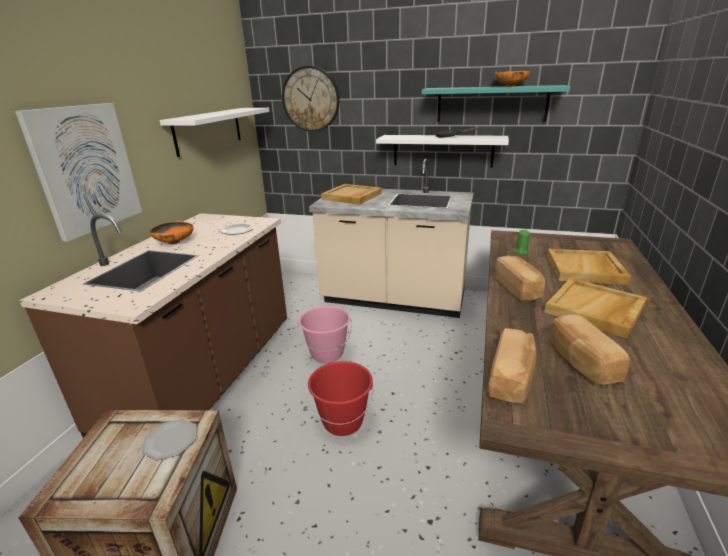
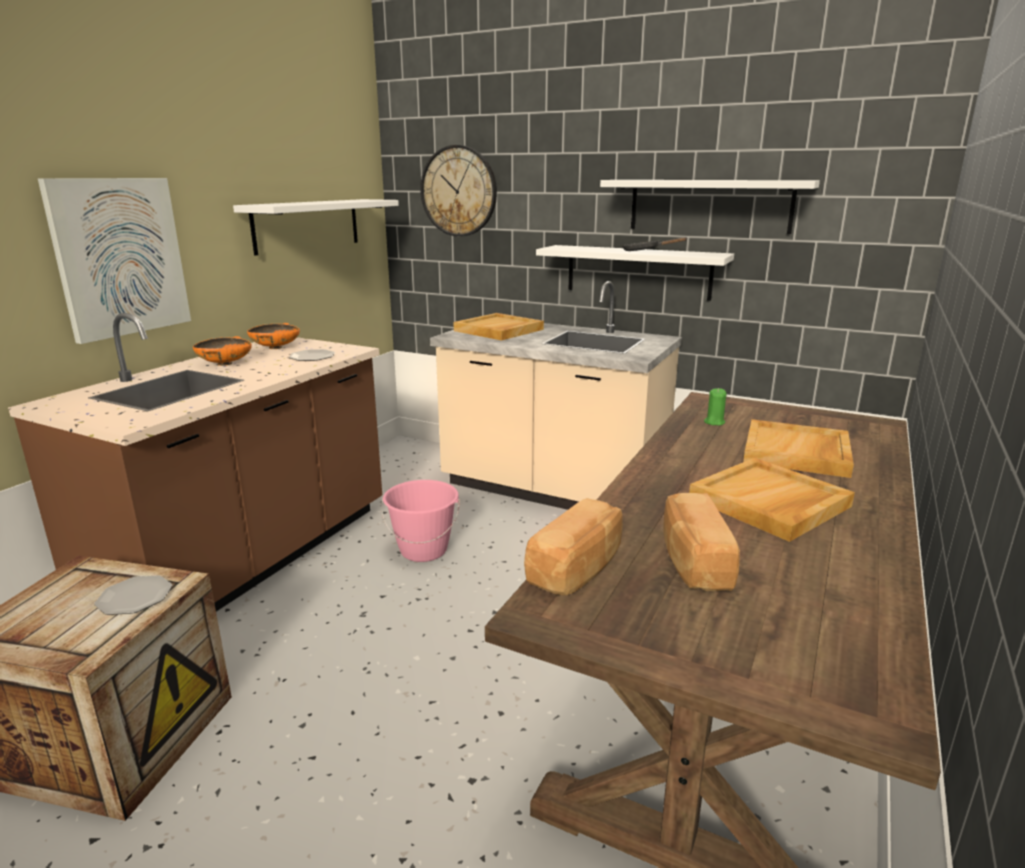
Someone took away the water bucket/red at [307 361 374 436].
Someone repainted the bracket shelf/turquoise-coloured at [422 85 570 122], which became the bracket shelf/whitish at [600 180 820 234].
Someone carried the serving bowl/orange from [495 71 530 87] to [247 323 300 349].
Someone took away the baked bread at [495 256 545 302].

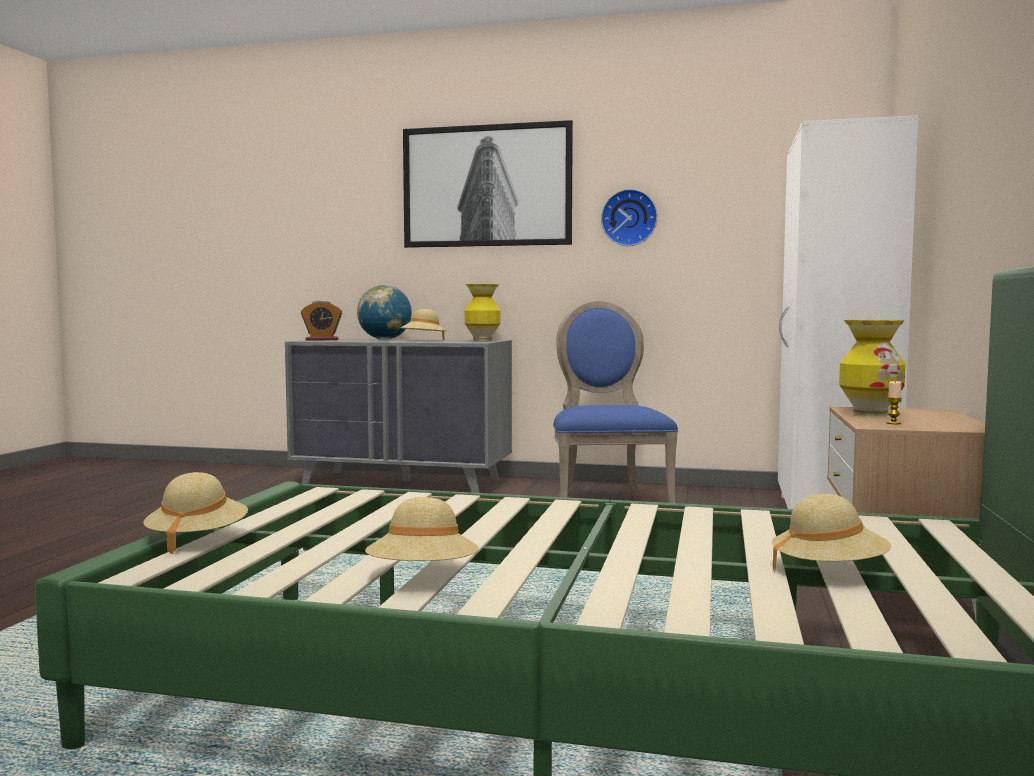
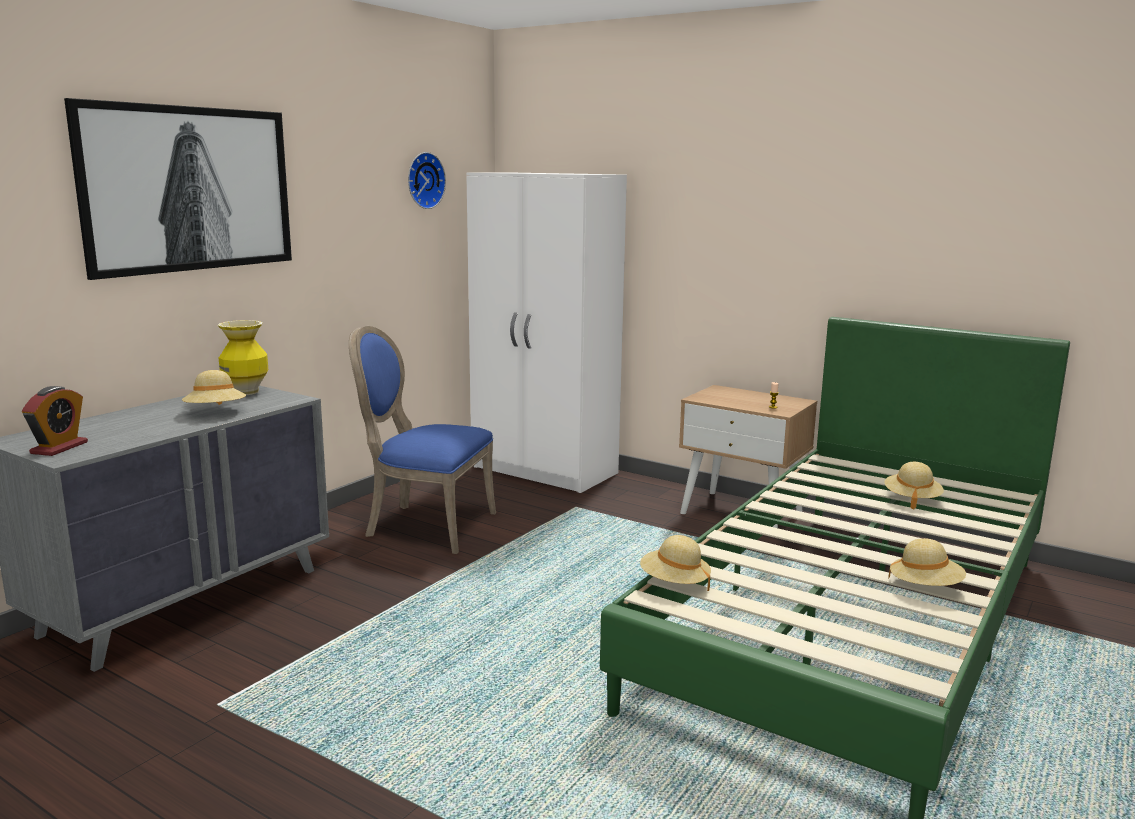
Someone carried the hat/beige from [143 472 248 554] to [640 535 711 591].
Someone took away the globe at [357 285 412 340].
Someone carried the wall clock from [601 189 658 246] to [408 152 446 209].
Someone took away the vase at [839 320 905 416].

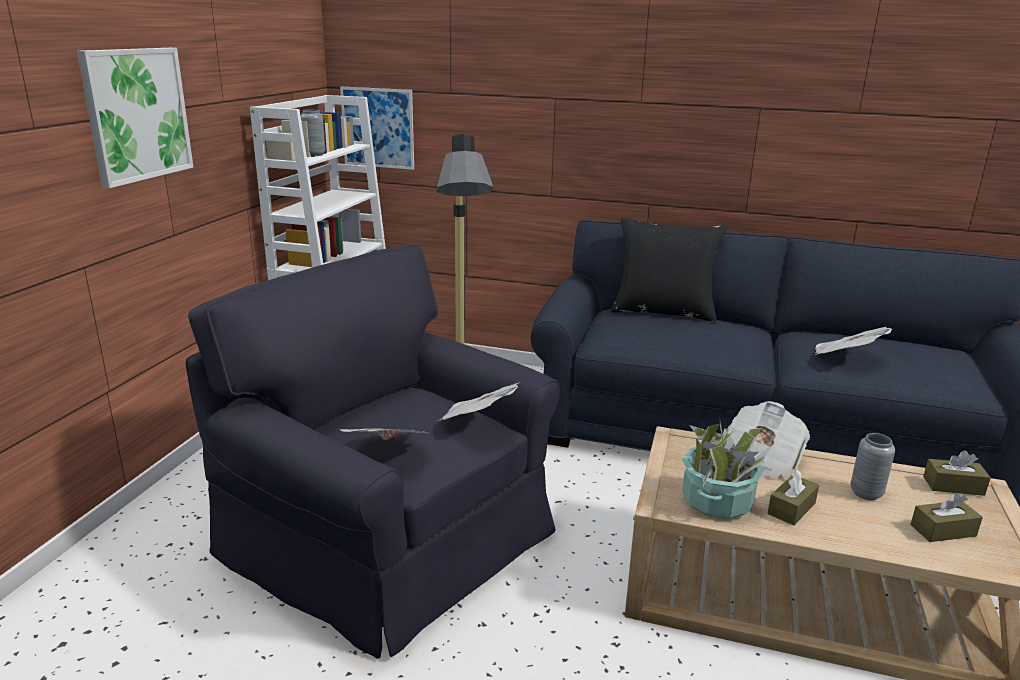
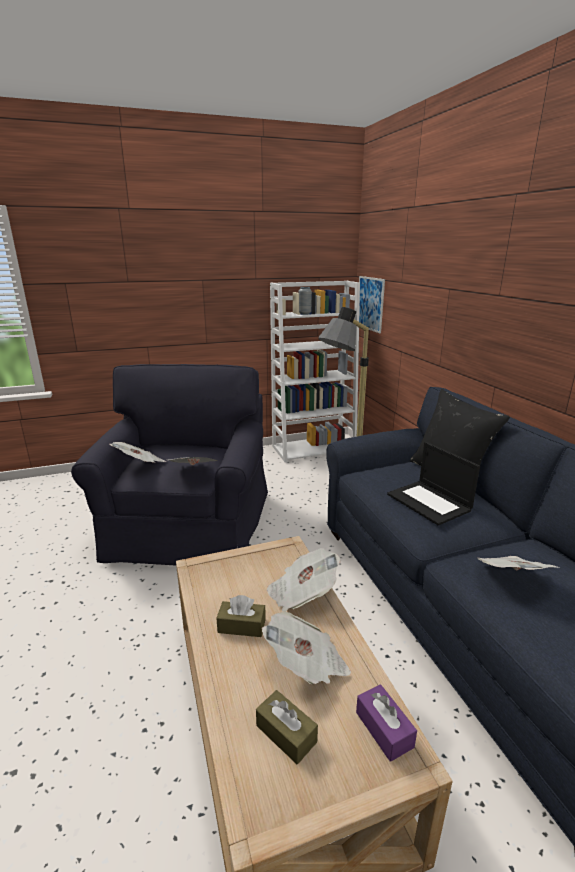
Someone took away the wall picture at [77 48 193 188].
Someone took away the plant in a pot at [682 415 774 519].
Someone swapped the vase/greyish at [850 433 895 500] for the daily paper at [262 612 351 685].
Someone repainted the tissue box/brown-coloured at [923 450 991 496], which became the tissue box/purple at [356 684 417 762].
Someone put down the notebook computer at [387 442 480 526].

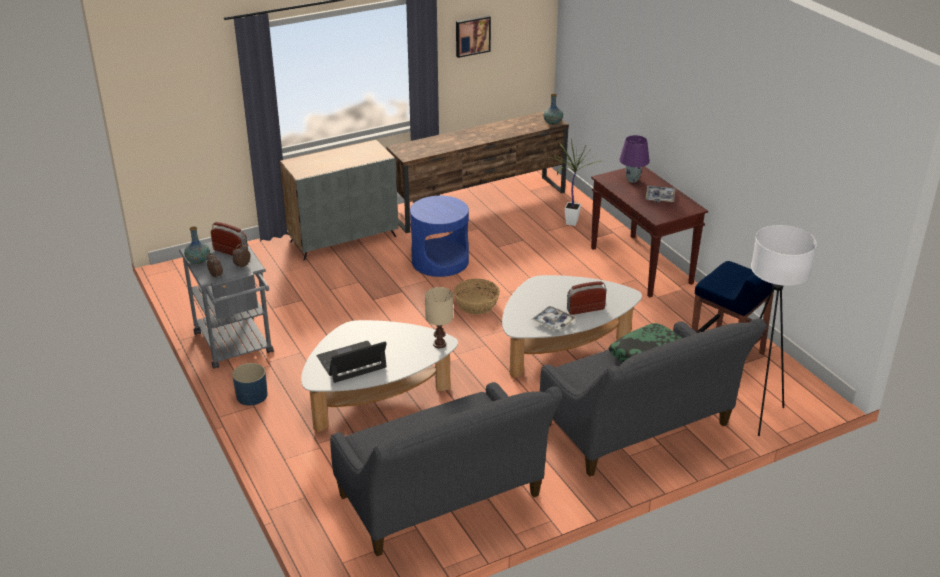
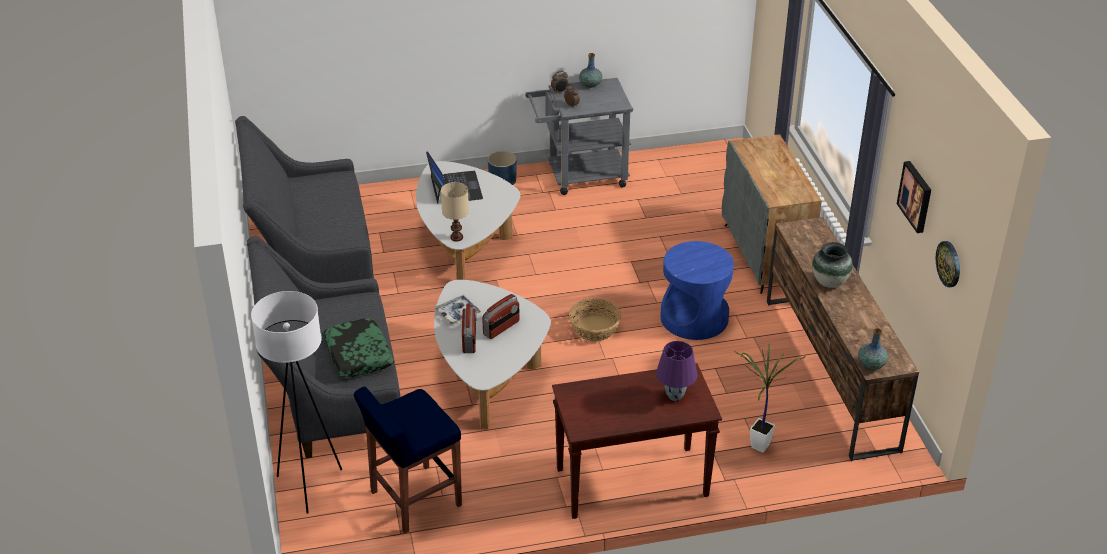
Someone carried the radio set from [211 222 248 256] to [482 294 520 339].
Someone took away the tray at [646 186 675 203].
Someone put down the vase at [812 242 853 288].
Someone put up the wall clock at [936 241 960 287].

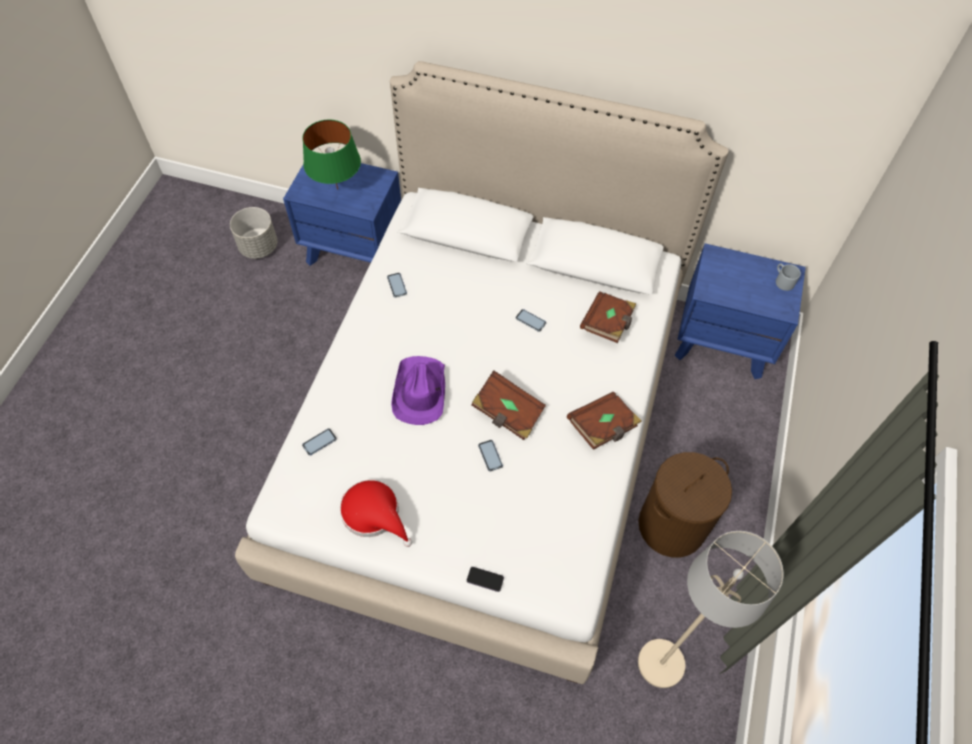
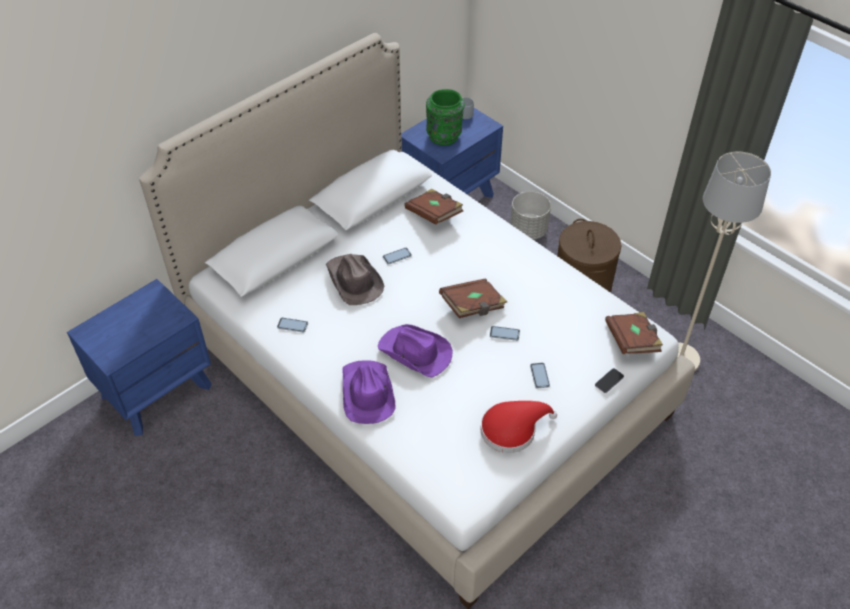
Someone carried the planter/greyish from [230 207 277 259] to [510 191 551 240].
Someone took away the tabletop lamp/green-coloured at [302 120 361 190].
Someone carried the telephone from [302 428 337 456] to [530 363 550 389].
Someone carried the bound book/brown-coloured from [567 392 642 450] to [605 312 663 354].
Someone put down the hat/brown-coloured at [326 254 384 305].
Someone put down the hat/purple at [342 360 395 424].
Someone put down the vase/green-coloured at [426 89 465 145].

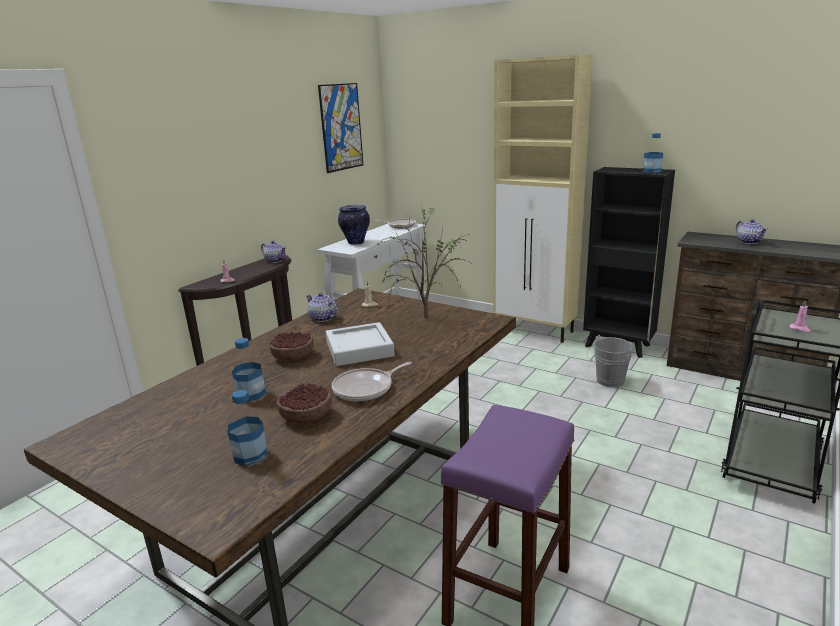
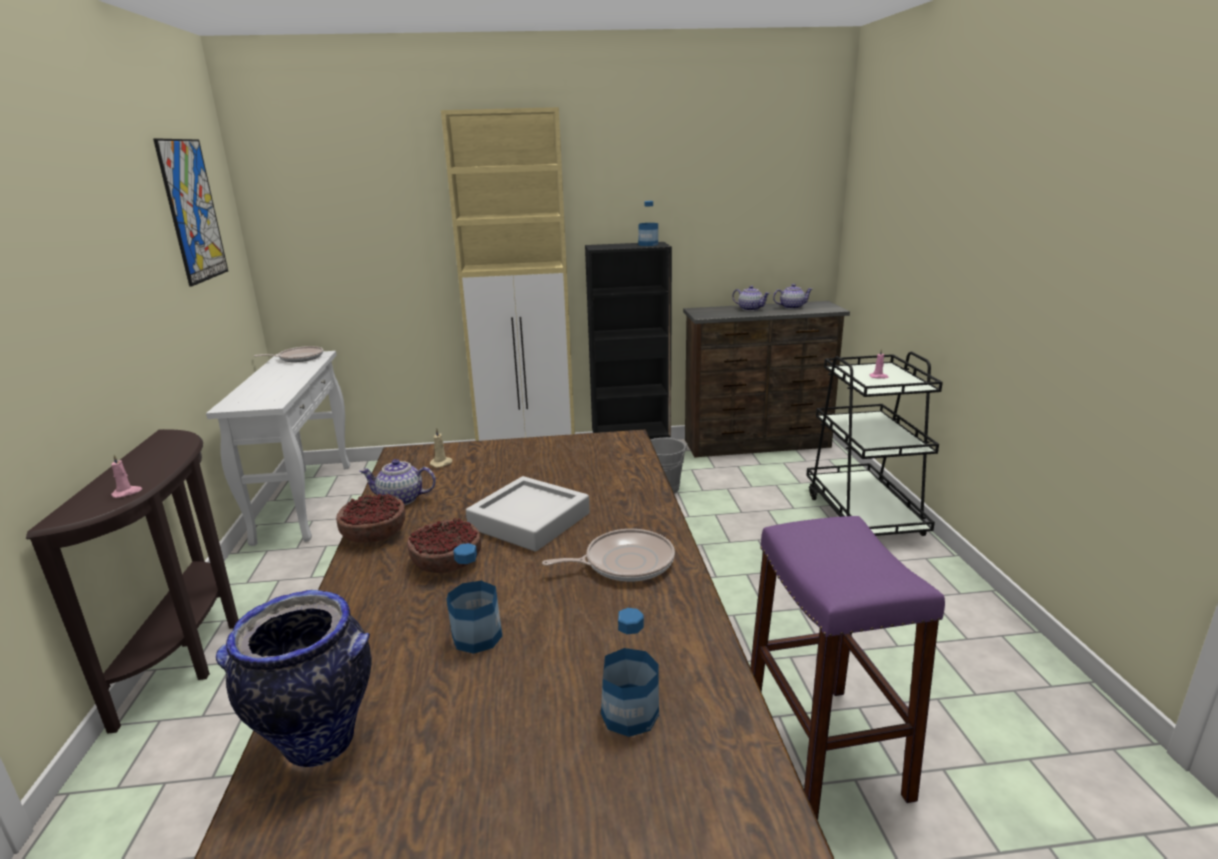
Someone carried the tea pot from [261 241 286 263] to [773 284 812 309].
Someone carried the serving bowl from [277 383 332 424] to [336 494 405 543].
Someone rotated the frying pan at [332 362 412 402] by 120 degrees counterclockwise.
Someone carried the vase from [338 205 370 245] to [216 590 371 767].
Someone took away the plant in a pot at [376 203 475 319].

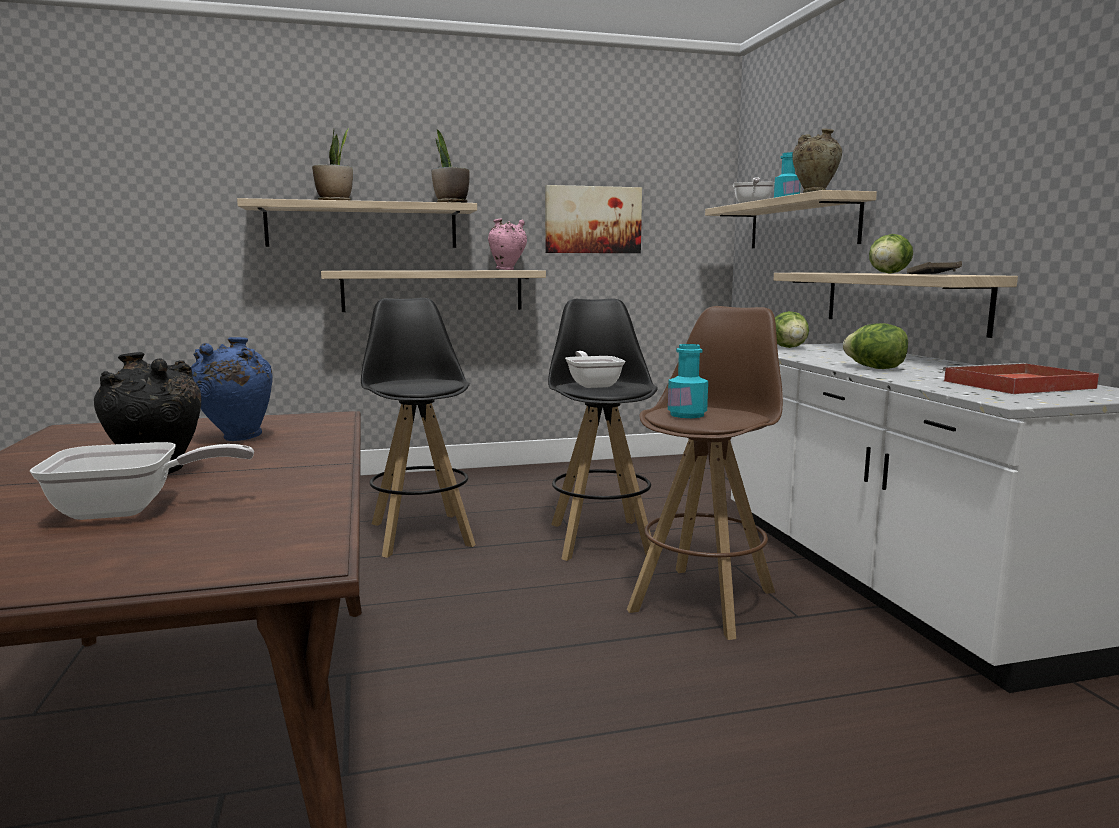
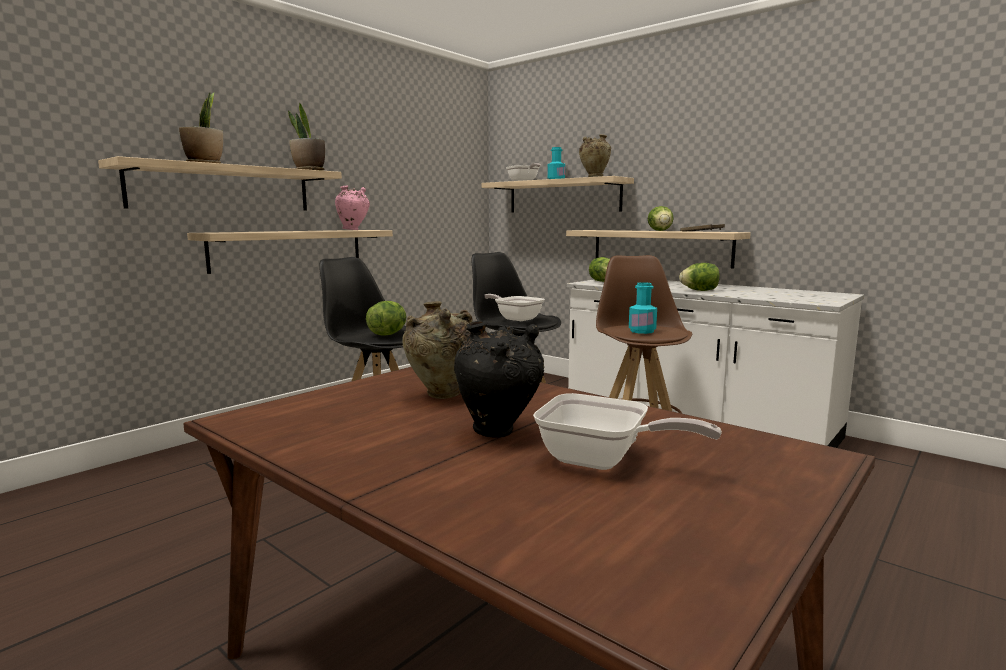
Someone rotated the frying pan at [30 442 254 520] by 75 degrees clockwise.
Someone repainted the vase/blue-coloured at [191 337 273 441], which became the vase/beige at [403 301 473 399].
Someone took away the wall picture at [545 185 642 253].
Someone took away the tray/red at [943 363 1099 394].
Someone put down the lettuce at [366 301 407 336].

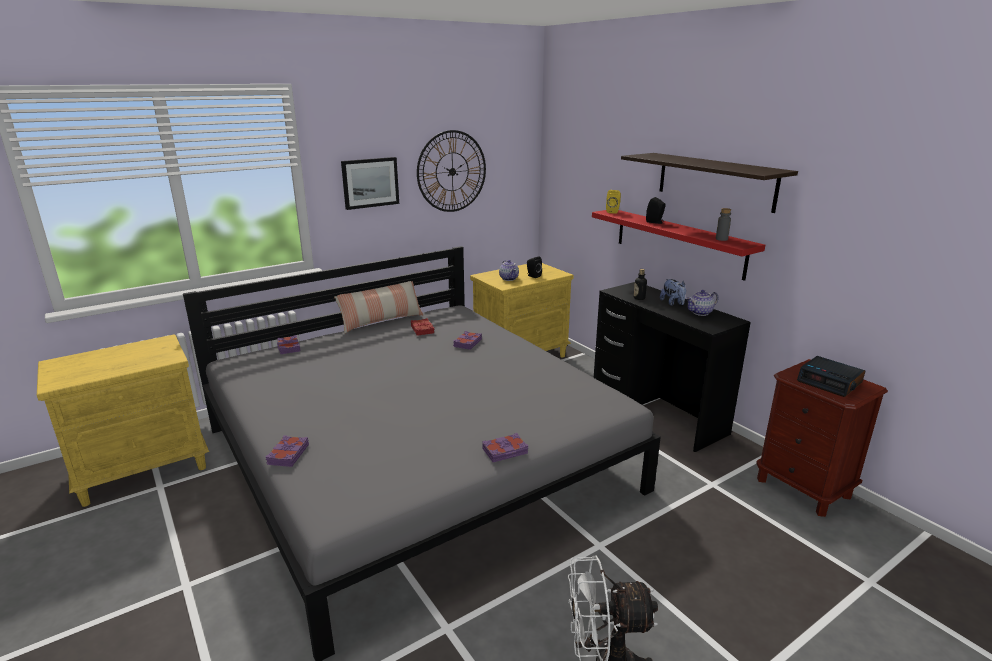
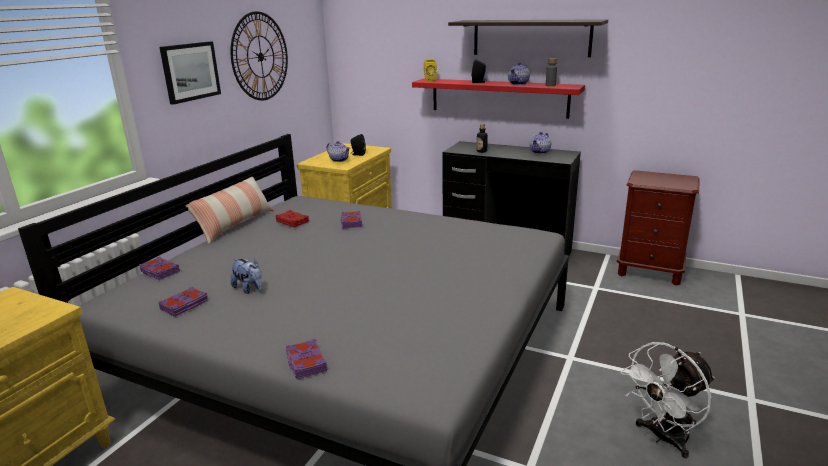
Someone carried the bound book/purple from [482 433 528 462] to [159 287 208 317].
Someone carried the plush toy from [660 279 686 306] to [231 259 262 294].
Someone took away the alarm clock at [797 356 866 397].
Someone put down the tea pot at [508 62 530 85].

